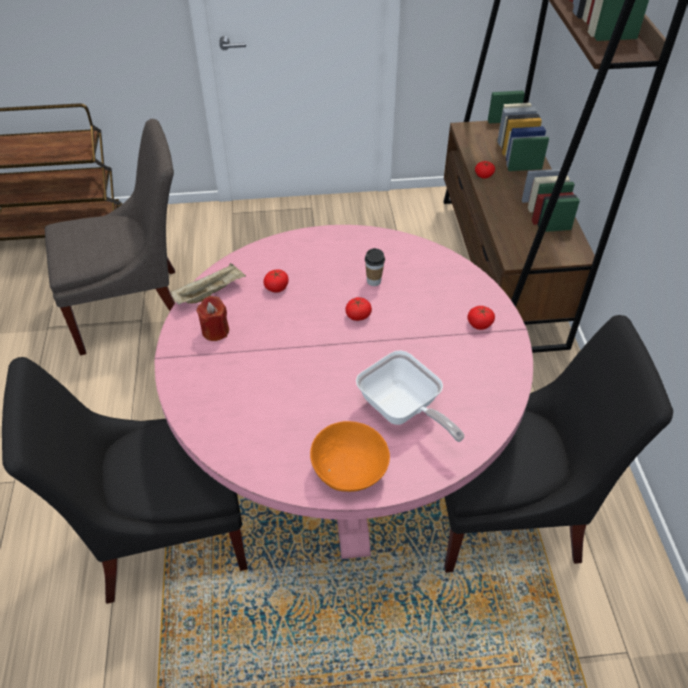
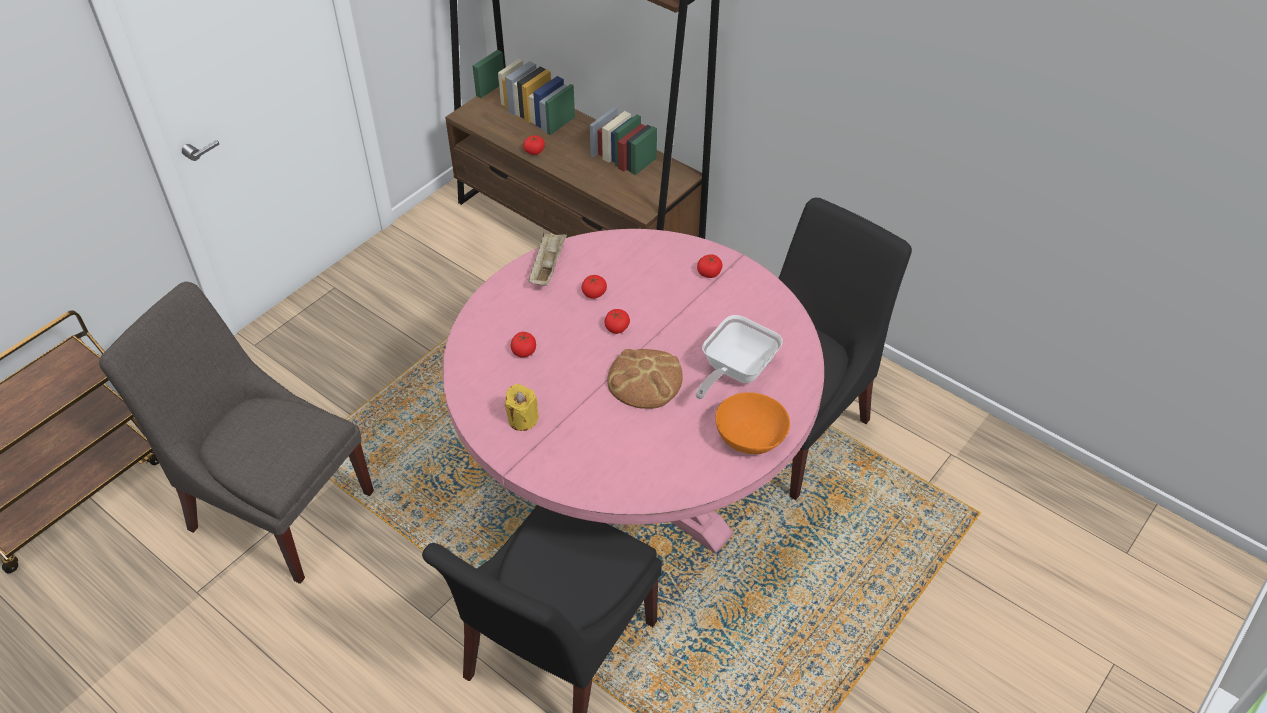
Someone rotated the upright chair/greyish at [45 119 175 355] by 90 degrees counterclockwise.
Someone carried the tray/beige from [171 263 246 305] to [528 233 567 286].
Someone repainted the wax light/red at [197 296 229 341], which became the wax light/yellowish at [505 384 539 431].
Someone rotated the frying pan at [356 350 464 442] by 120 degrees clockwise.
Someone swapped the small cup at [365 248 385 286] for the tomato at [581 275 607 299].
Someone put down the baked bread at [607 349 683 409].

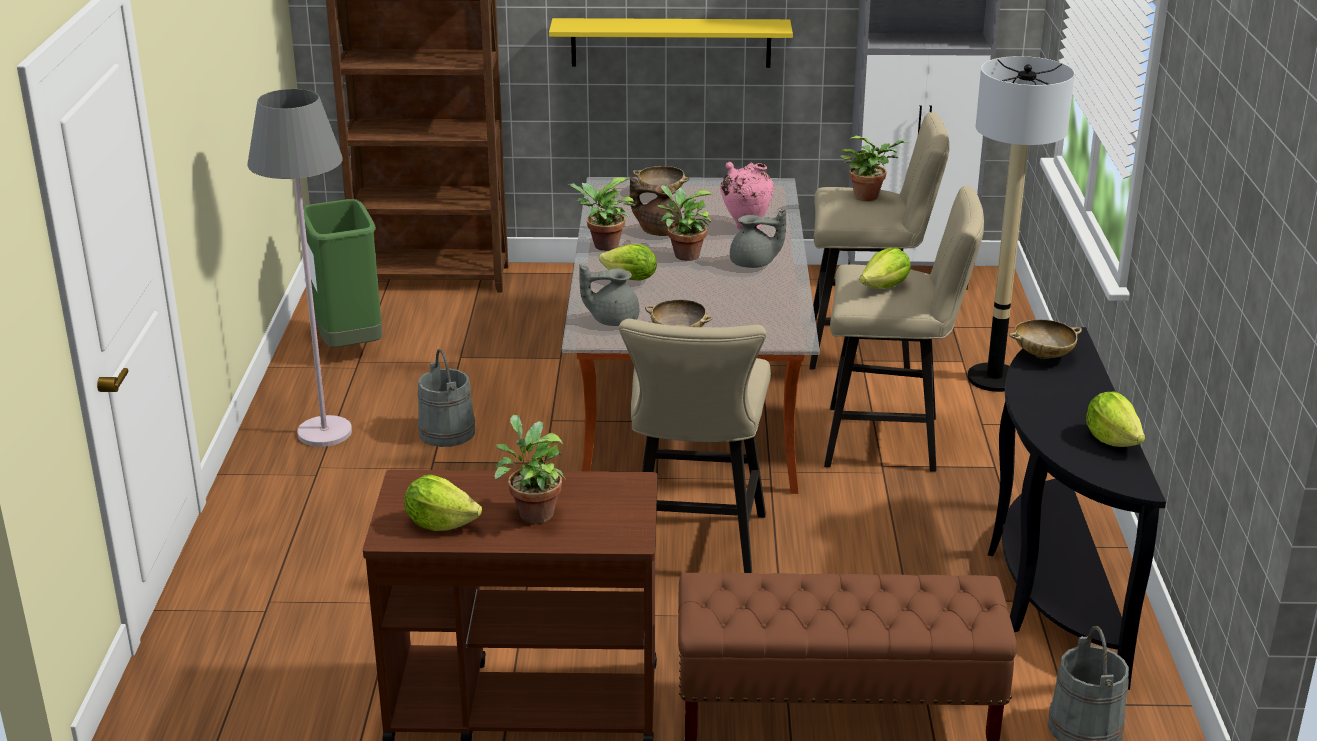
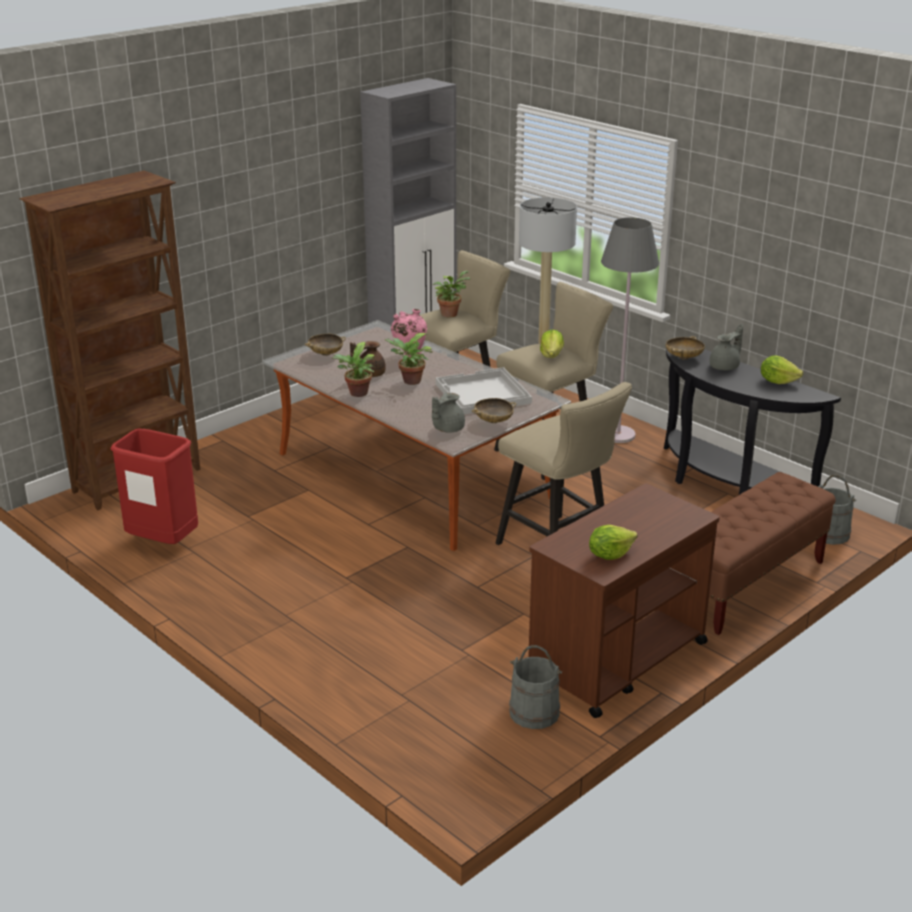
Someone carried the standard lamp/greyish from [247 89 352 447] to [601 217 659 443].
Someone repainted the trash can/green-coloured at [303 199 383 347], which became the trash can/red at [110 429 198 544].
Someone carried the water bucket/greyish from [418 349 475 447] to [509 645 562 729].
Someone took away the plant in a pot at [494 415 566 524].
Someone took away the bracket shelf/yellowish at [549 18 793 68].
Someone took away the lettuce at [599 244 657 281].
Someone carried the tea pot/greyish from [730 209 786 268] to [710 324 743 370].
Someone put down the tray/whitish at [436 367 532 414].

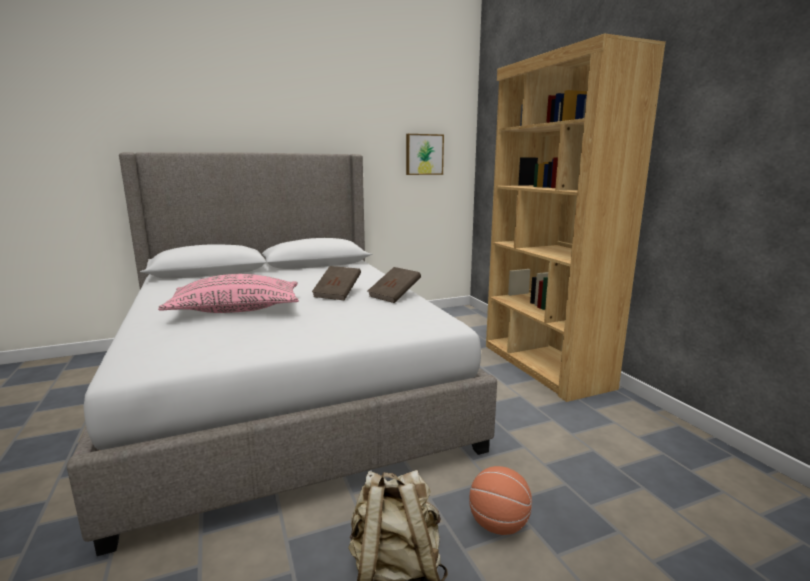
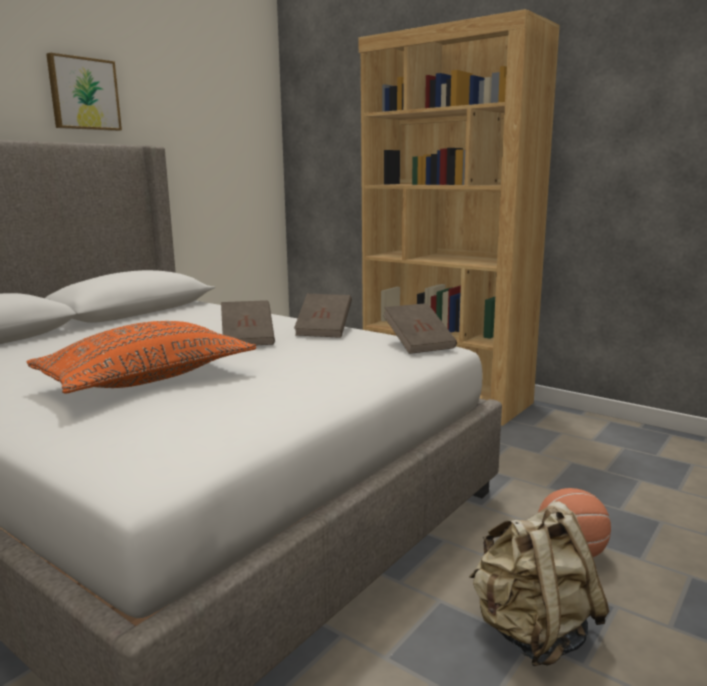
Someone repainted the cushion/pink at [158 274 299 313], which became the cushion/orange at [27 321 256 393].
Someone carried the wall picture from [406 134 444 175] to [46 53 122 131].
Someone put down the bound book/brown-coloured at [383 303 457 354].

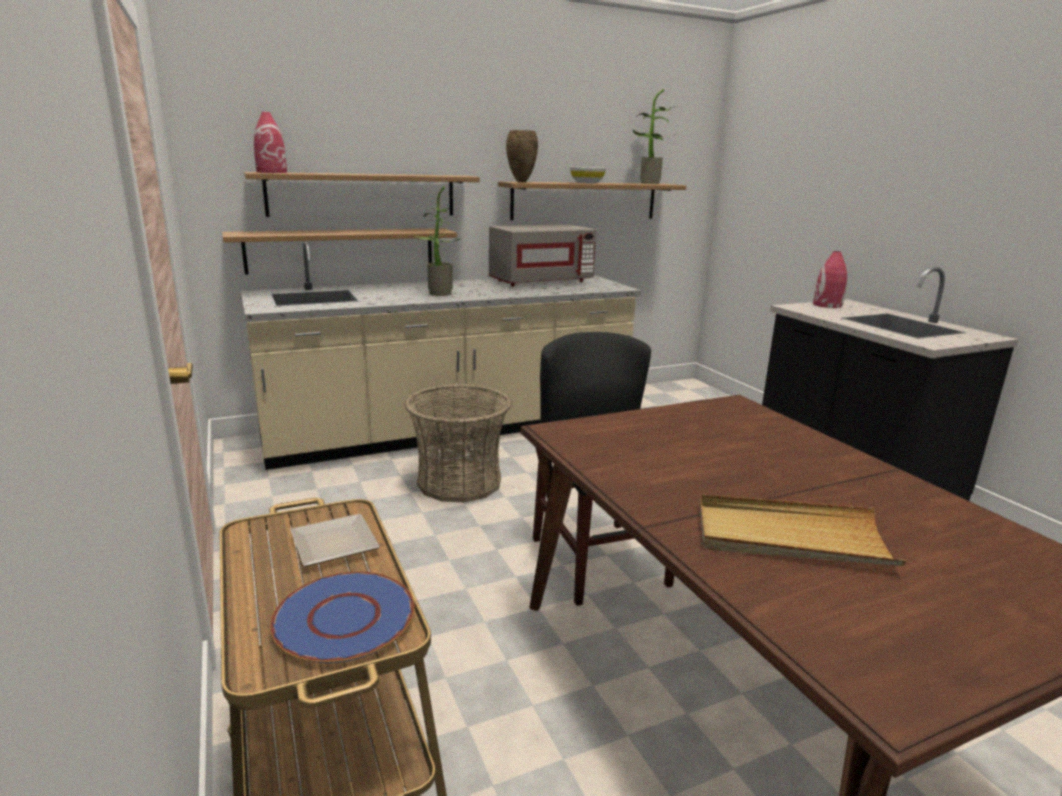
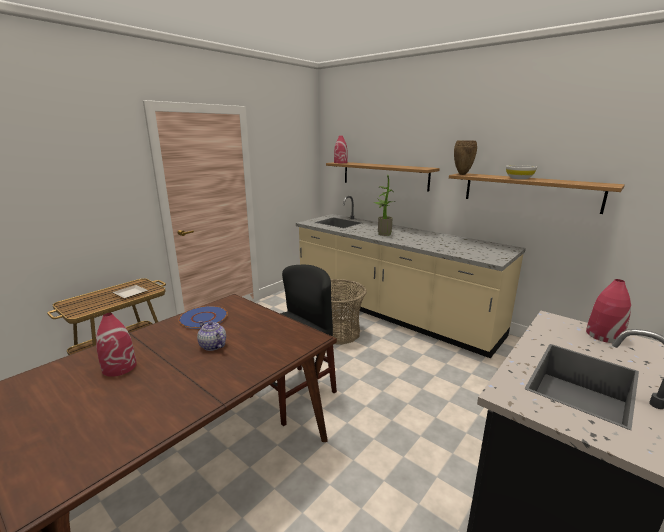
Someone took away the bracket shelf at [222 228 457 274].
Someone carried the plate/blue-coloured from [270 572 415 663] to [178 306 228 329].
Someone took away the microwave oven/greyish at [489 224 597 286].
Someone took away the plant in a pot at [633 89 678 184].
Someone swapped the tray/beige at [699 494 907 566] for the vase/red at [96 313 137 377].
Someone put down the tea pot at [197 321 226 351].

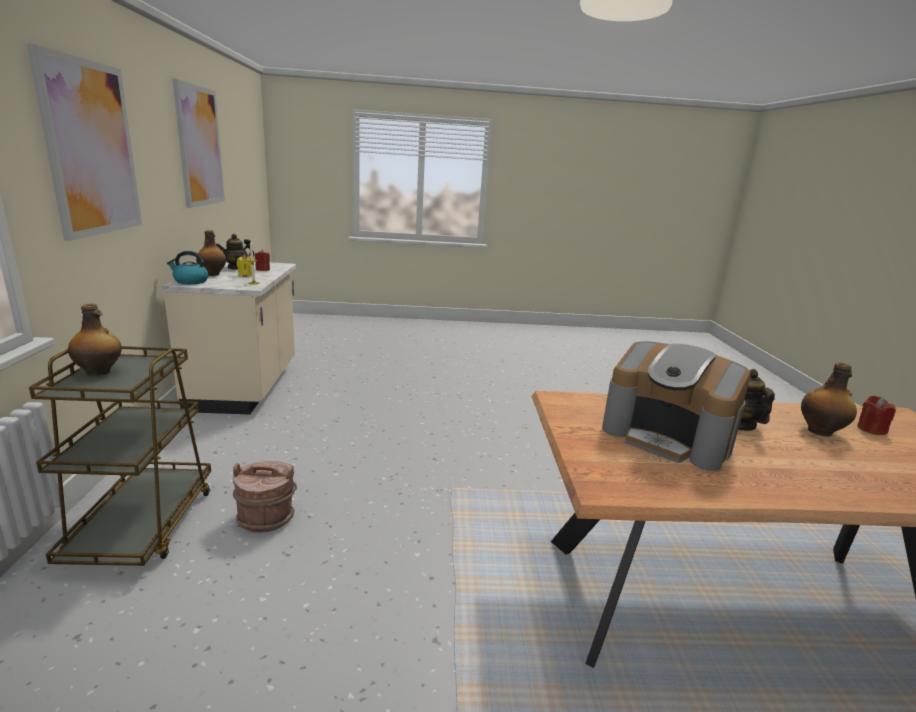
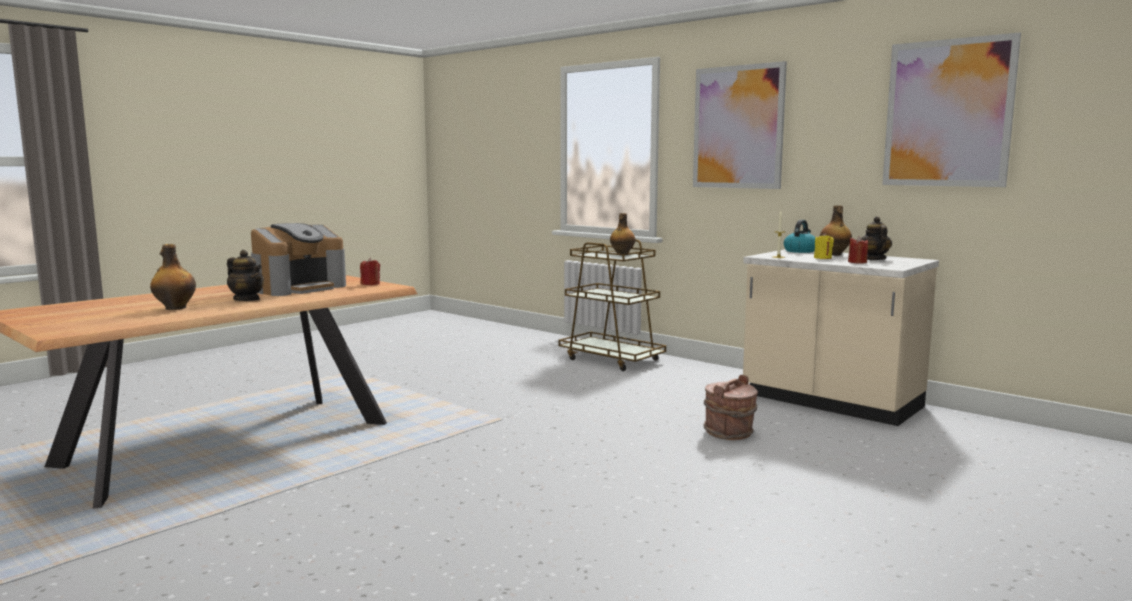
Someone carried the water bucket/brown-coloured from [233 461 297 533] to [704 375 758 440].
Someone rotated the coffee brewer at [602 341 751 471] by 135 degrees clockwise.
Someone carried the wax light/red from [857 396 896 435] to [360 258 380 285].

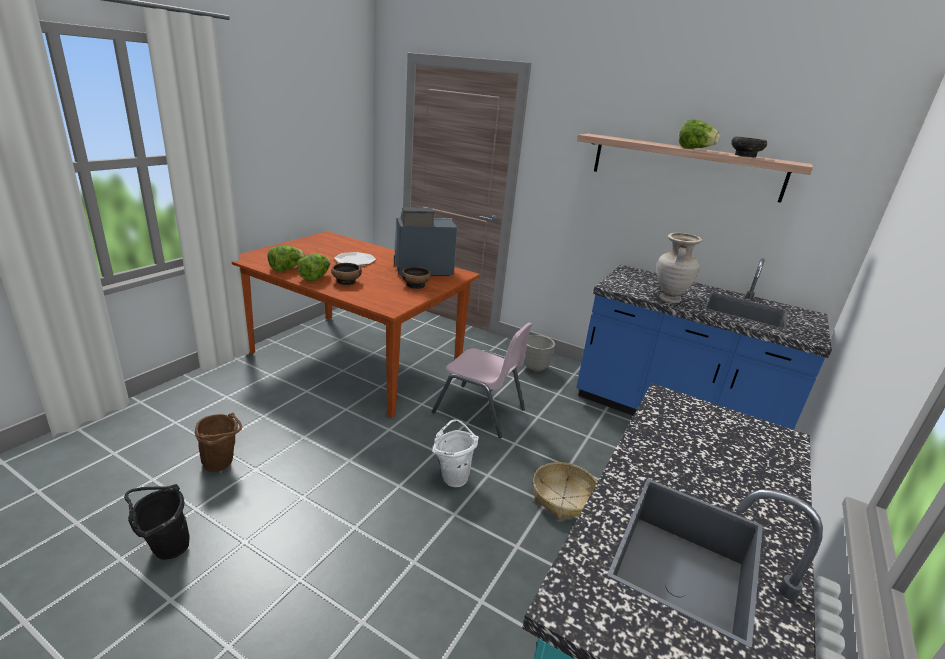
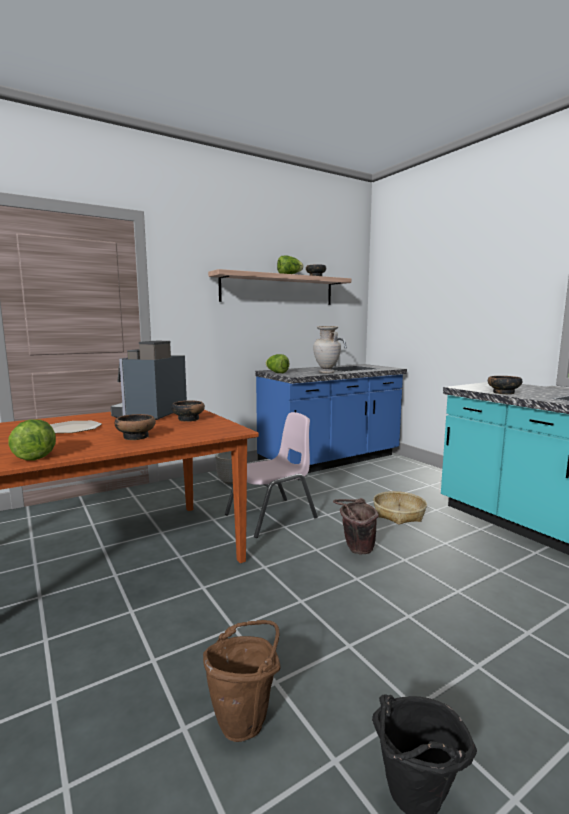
Someone carried the lettuce from [297 254 330 281] to [266 354 290 373].
Someone repainted the water bucket/whitish at [433 420 479 487], which became the water bucket/brown-coloured at [333 498 379 554].
Someone put down the serving bowl at [488 376 523 394].

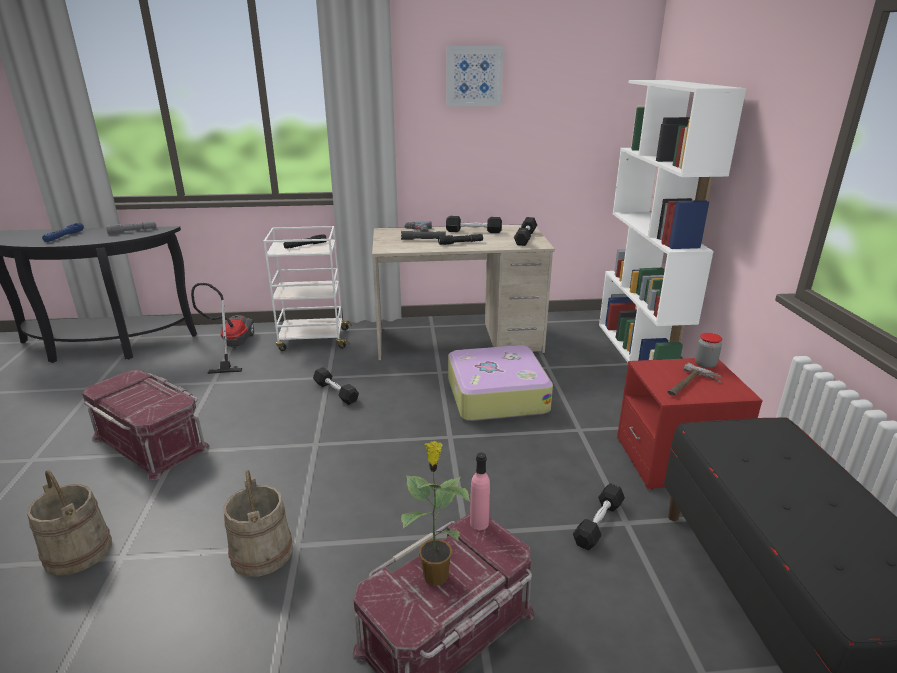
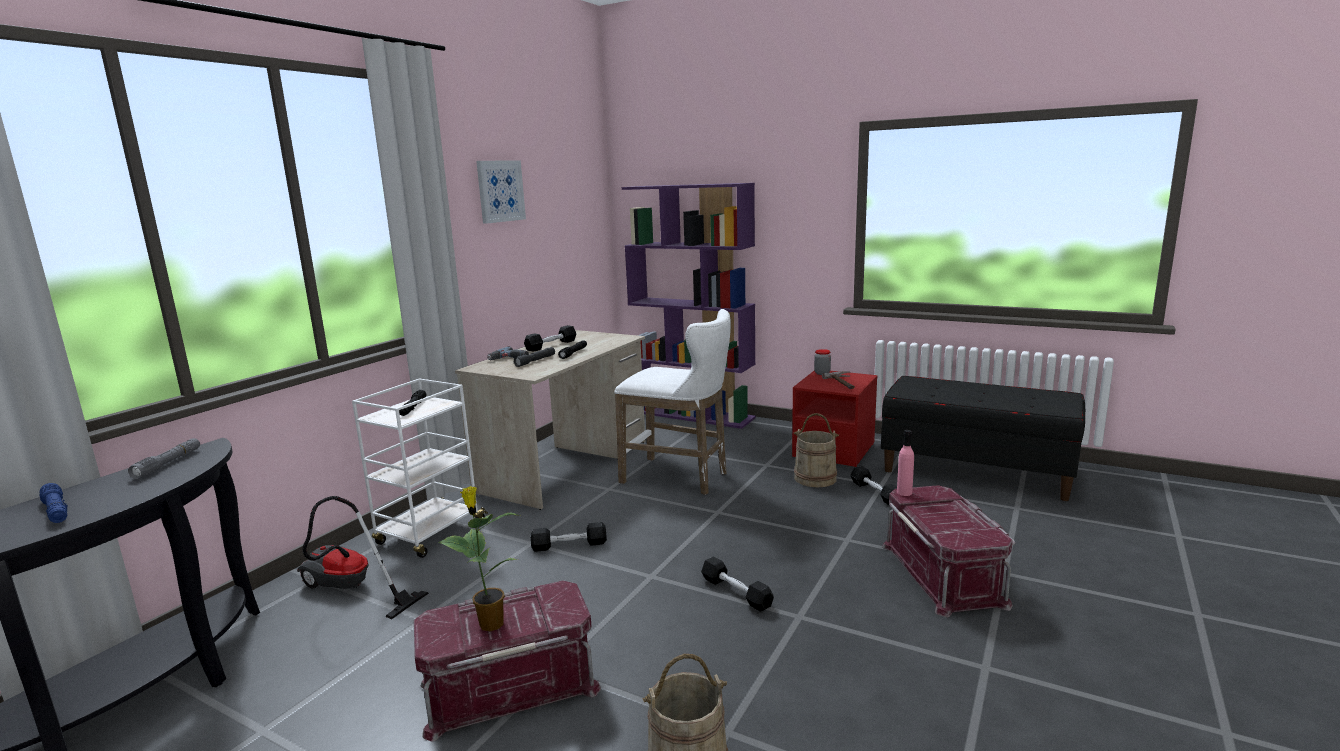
Someone carried the water bucket/beige from [224 470 293 577] to [794 413 839 487].
Someone carried the plant in a pot from [401 441 470 586] to [438 486 518 631].
Someone swapped the piece of luggage at [448 345 553 421] for the sitting stool/whitish at [614 309 731 495].
Someone carried the dumbbell/blackish from [514 217 537 246] to [701 556 774 612].
Someone repainted the bookcase/whitish at [599 80 746 363], which became the bookcase/purple at [622 183 756 429].

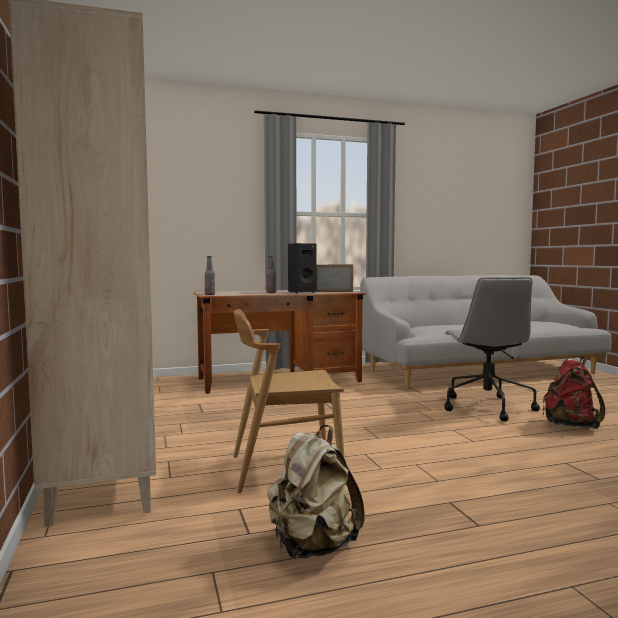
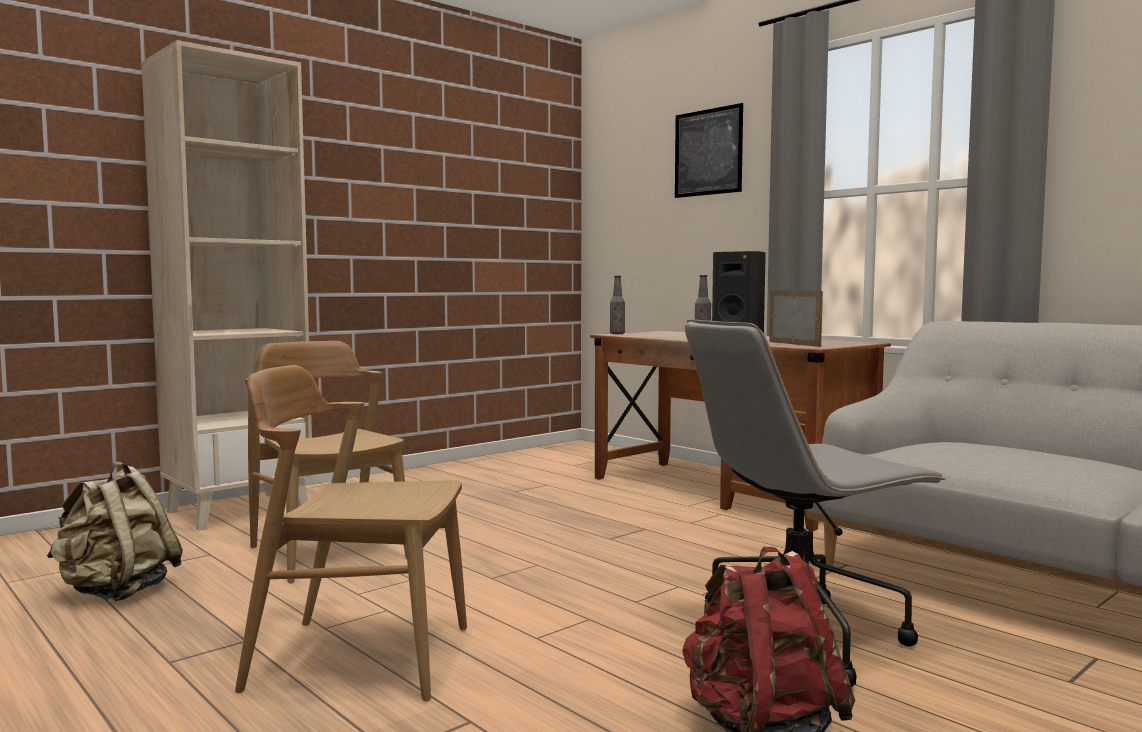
Someone put down the upright chair/brown-coloured at [235 365 467 702].
Someone put up the wall picture at [675 103 743 198].

